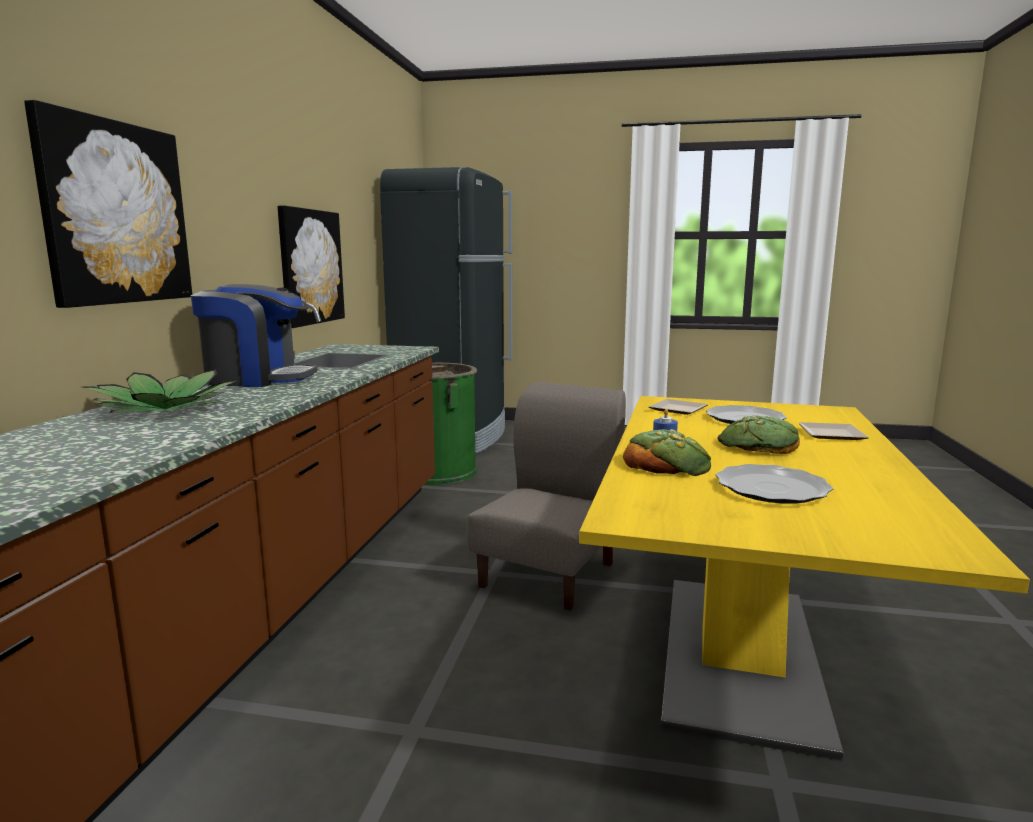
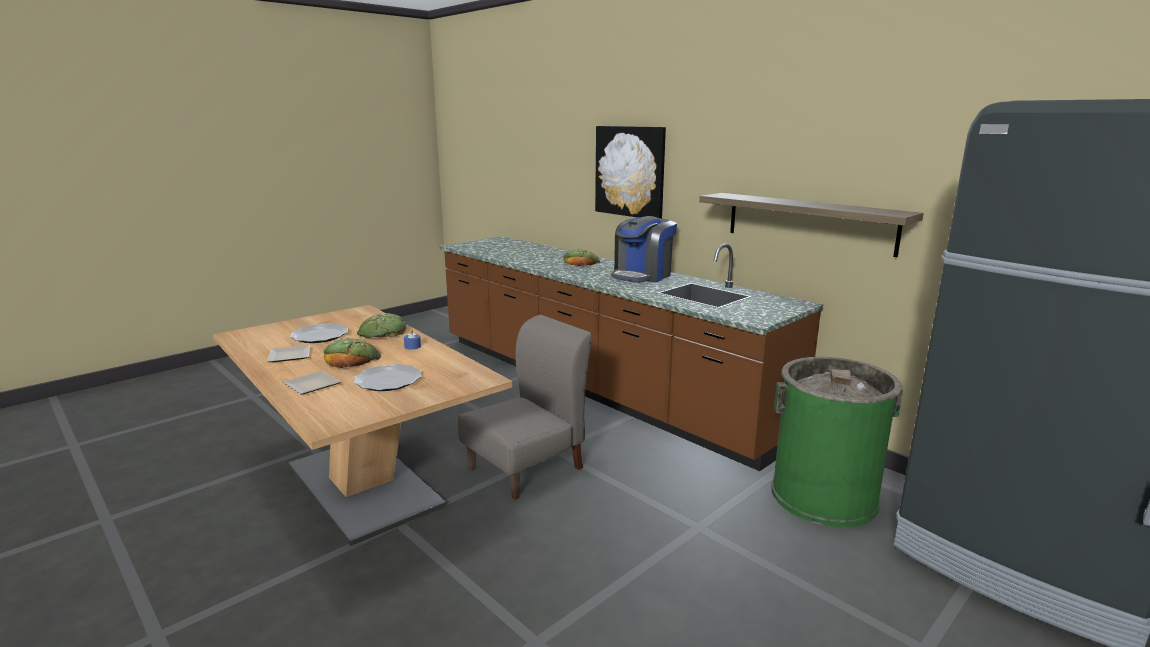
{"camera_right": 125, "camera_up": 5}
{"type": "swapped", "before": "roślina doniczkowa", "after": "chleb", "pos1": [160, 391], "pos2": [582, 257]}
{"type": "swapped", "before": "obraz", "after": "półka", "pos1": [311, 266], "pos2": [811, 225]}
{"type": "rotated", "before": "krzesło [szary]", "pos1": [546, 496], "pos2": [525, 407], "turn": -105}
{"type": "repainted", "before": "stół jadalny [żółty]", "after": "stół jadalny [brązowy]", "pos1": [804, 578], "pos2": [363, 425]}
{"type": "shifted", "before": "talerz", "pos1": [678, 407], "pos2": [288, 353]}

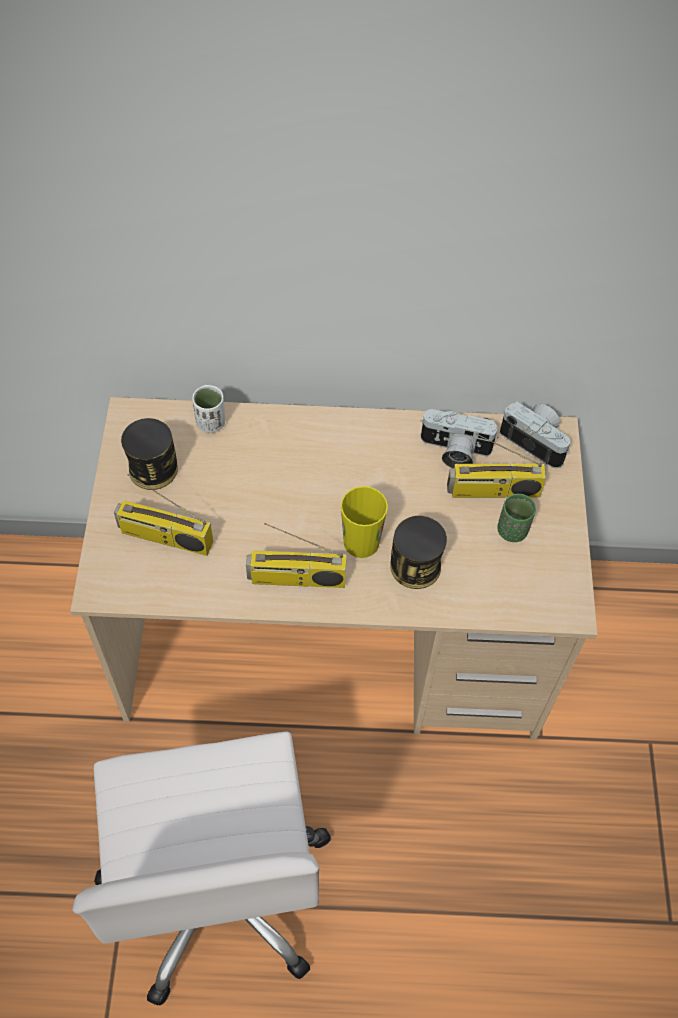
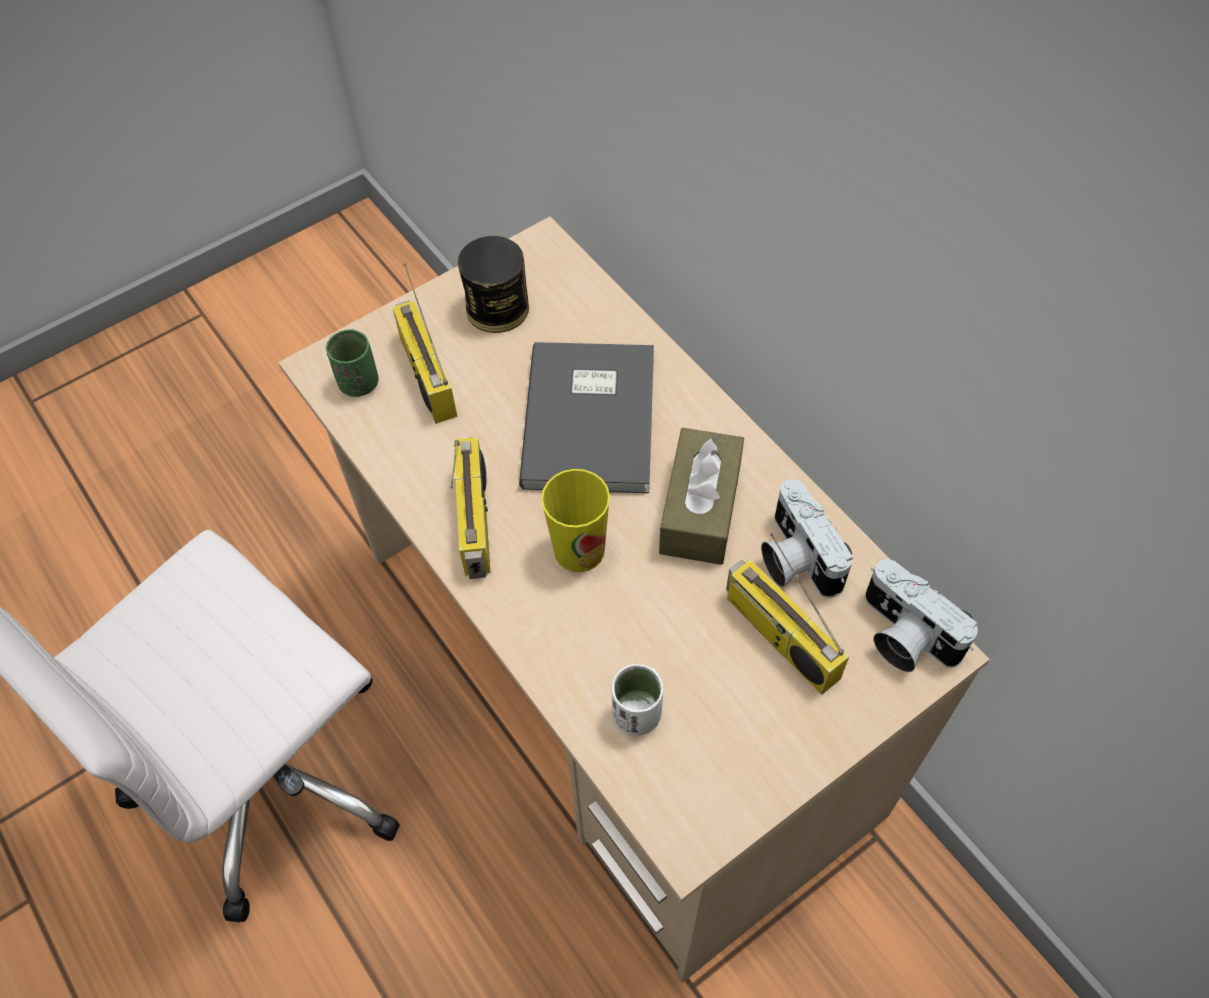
{"camera_right": 55, "camera_up": 0}
{"type": "shifted", "before": "filiżanka [biały]", "pos1": [208, 409], "pos2": [637, 700]}
{"type": "rotated", "before": "radio", "pos1": [296, 555], "pos2": [470, 508], "turn": -150}
{"type": "gone", "before": "puszka", "pos1": [418, 552]}
{"type": "shifted", "before": "filiżanka [zielony]", "pos1": [516, 518], "pos2": [352, 363]}
{"type": "rotated", "before": "aparat fotograficzny", "pos1": [535, 435], "pos2": [921, 615], "turn": 135}
{"type": "new", "after": "książka [szary]", "pos2": [586, 417]}
{"type": "new", "after": "pudełko chusteczek [brązowy]", "pos2": [701, 496]}

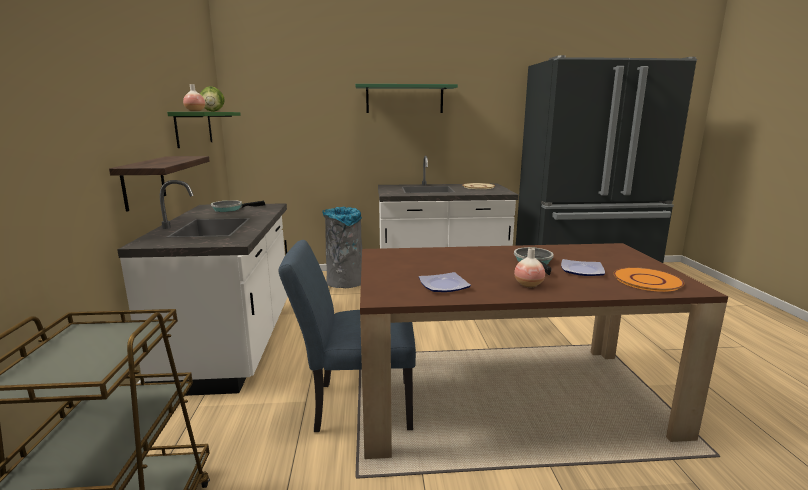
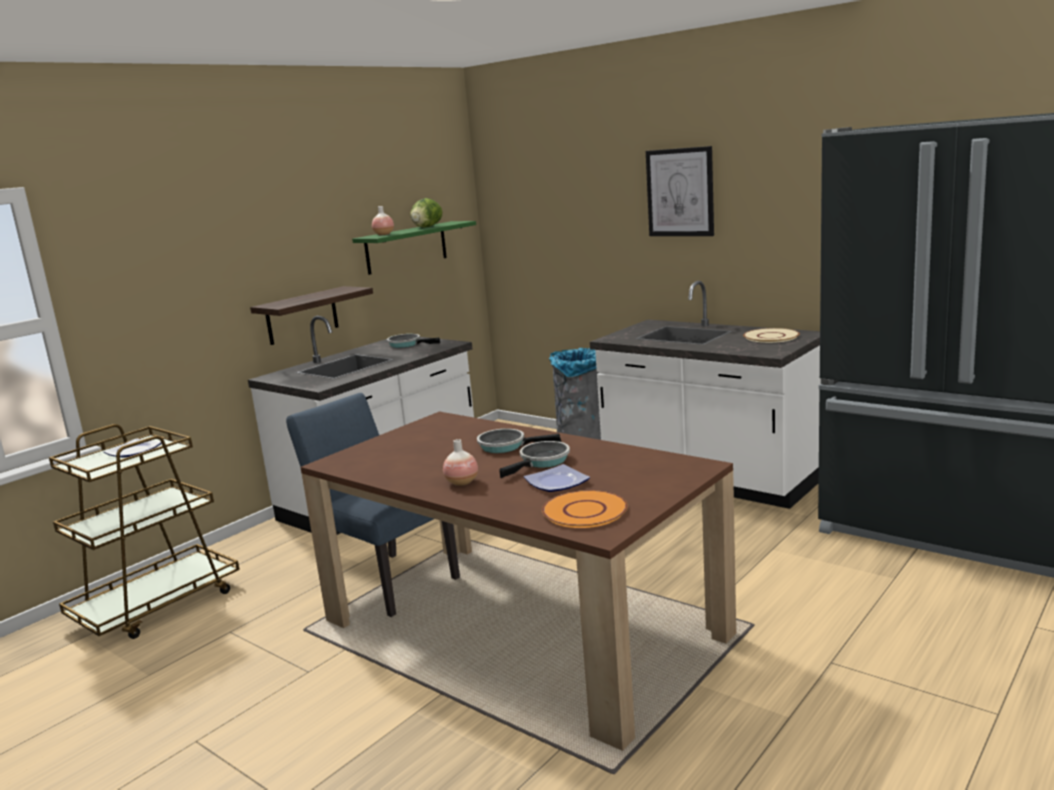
{"camera_right": 45, "camera_up": 0}
{"type": "swapped", "before": "półka [zielony]", "after": "obraz", "pos1": [406, 98], "pos2": [680, 191]}
{"type": "shifted", "before": "talerz", "pos1": [445, 282], "pos2": [132, 447]}
{"type": "new", "after": "patelnia", "pos2": [519, 441]}

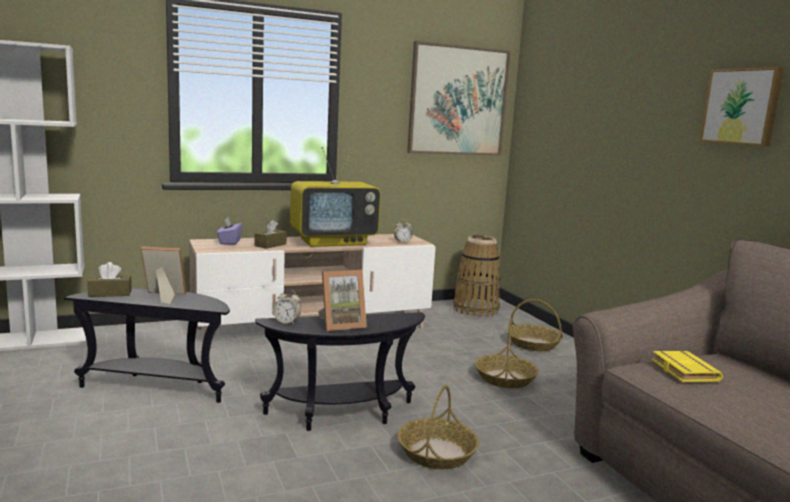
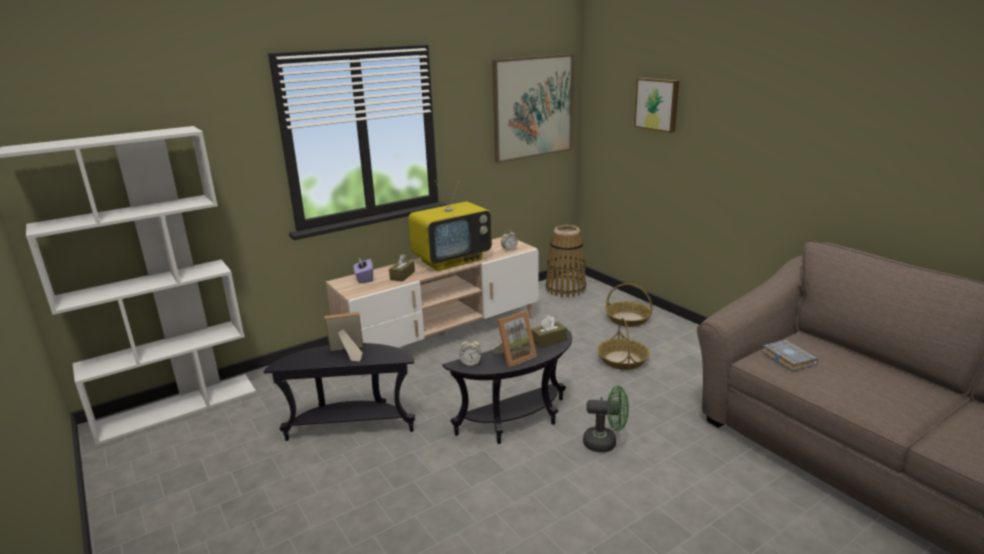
{"camera_right": -10, "camera_up": 10}
{"type": "shifted", "before": "pudełko chusteczek [brązowy]", "pos1": [109, 279], "pos2": [549, 331]}
{"type": "swapped", "before": "koszyk", "after": "wentylator [zielony]", "pos1": [438, 427], "pos2": [606, 419]}
{"type": "repainted", "before": "książka [żółty]", "after": "książka [szary]", "pos1": [687, 366], "pos2": [790, 355]}
{"type": "shifted", "before": "obraz", "pos1": [742, 107], "pos2": [656, 105]}

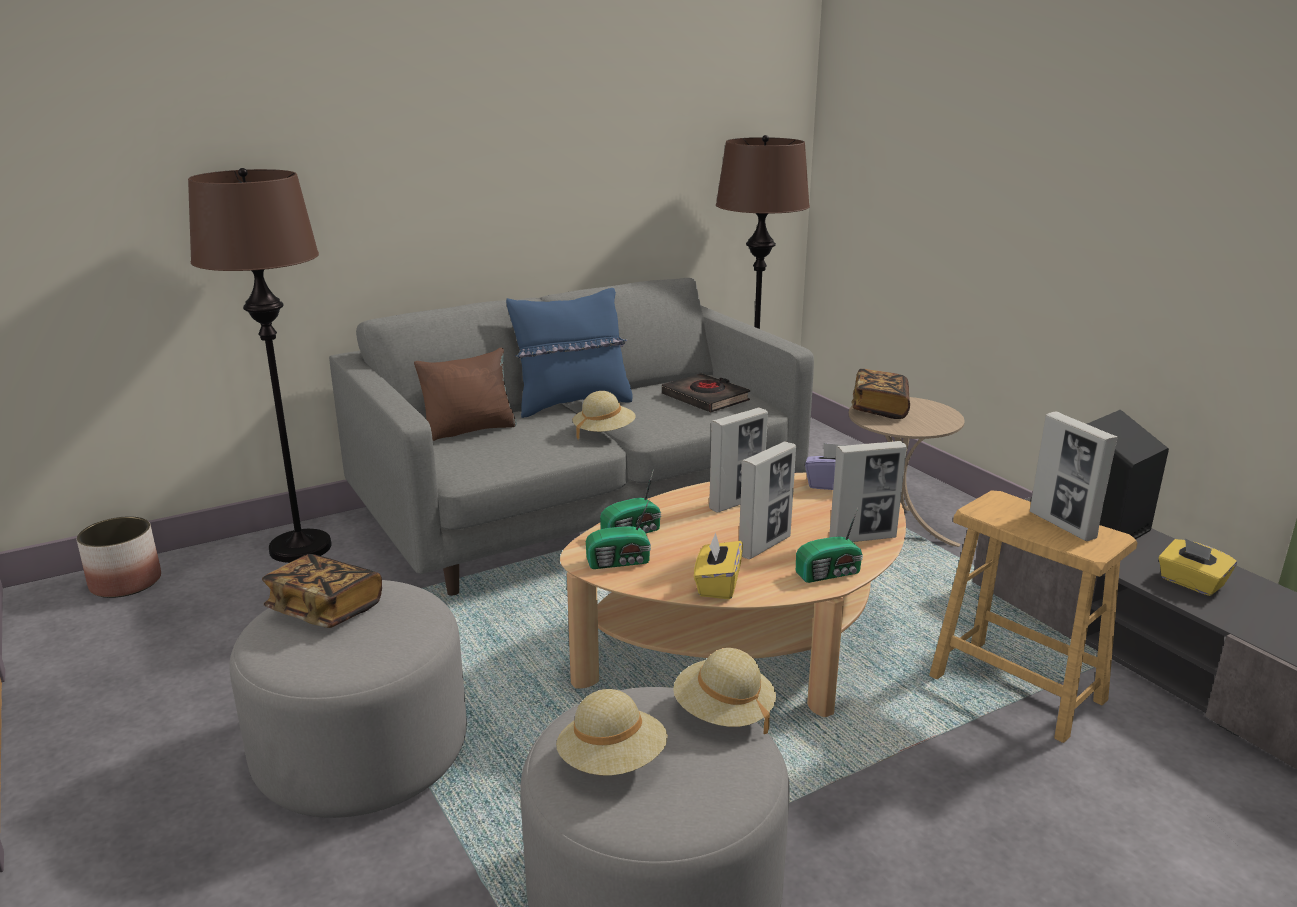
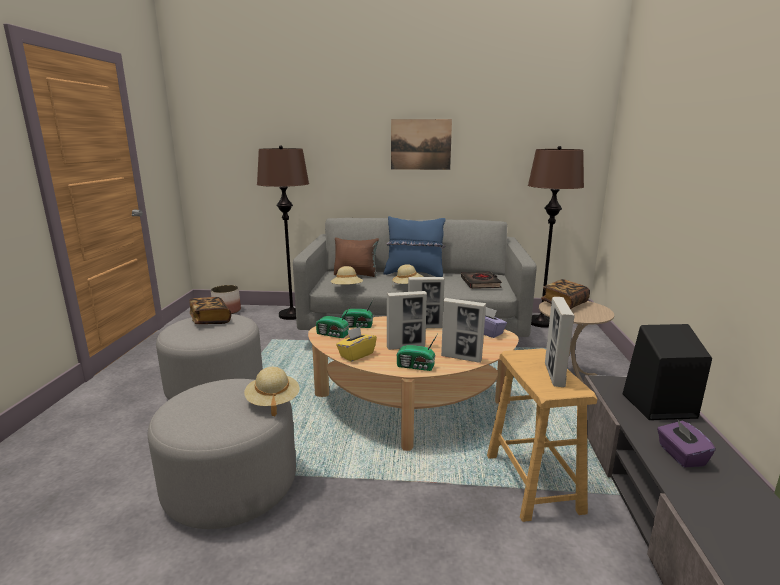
{"camera_right": 35, "camera_up": -5}
{"type": "shifted", "before": "kapelusz [beżowy]", "pos1": [612, 732], "pos2": [347, 275]}
{"type": "repainted", "before": "pudełko chusteczek [żółty]", "after": "pudełko chusteczek [fioletowy]", "pos1": [1197, 567], "pos2": [686, 443]}
{"type": "new", "after": "obraz", "pos2": [421, 144]}

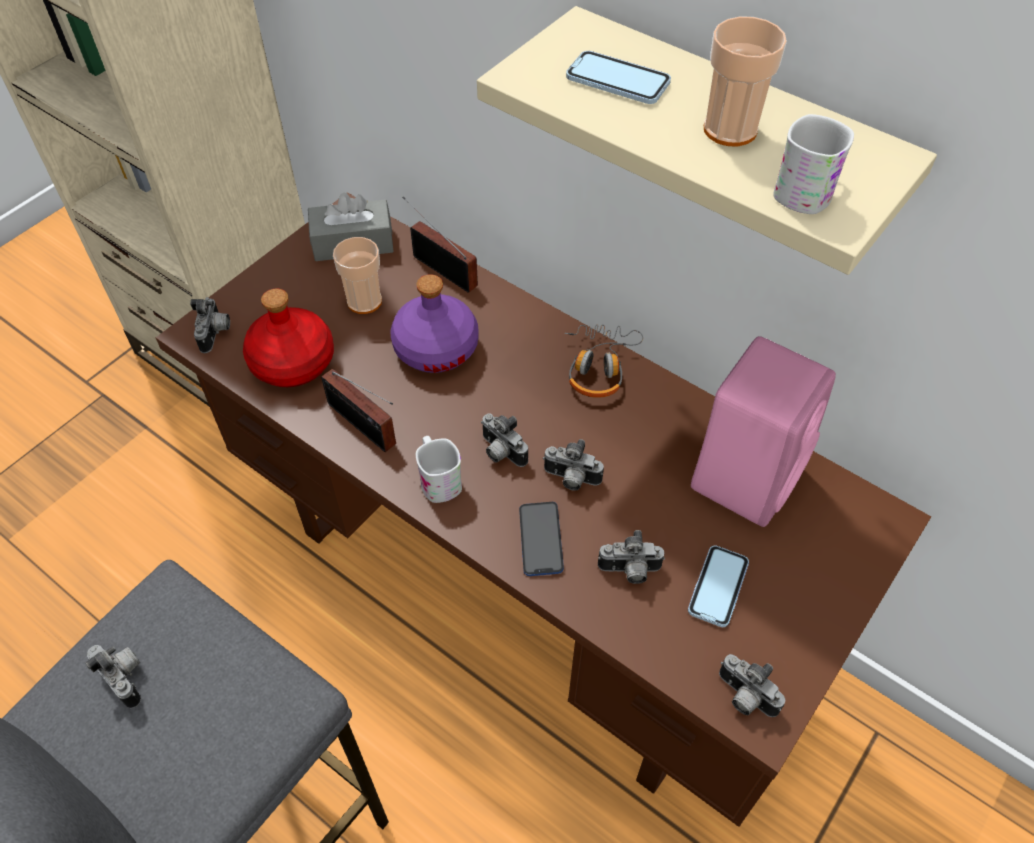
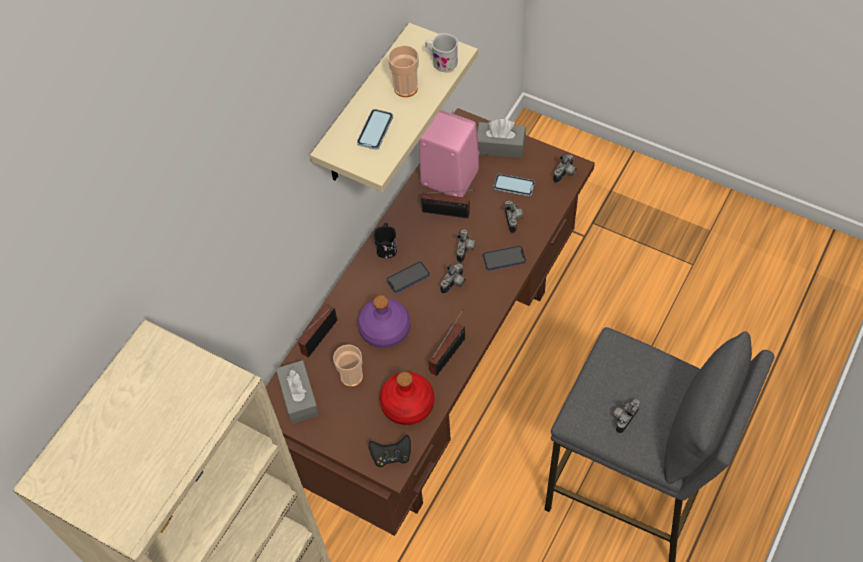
{"camera_right": -95, "camera_up": 5}
{"type": "swapped", "before": "aparat fotograficzny", "after": "pad do gier [czarny]", "pos1": [210, 325], "pos2": [390, 451]}
{"type": "gone", "before": "kubek [biały]", "pos1": [439, 469]}
{"type": "swapped", "before": "słuchawki", "after": "kubek [czarny]", "pos1": [604, 361], "pos2": [385, 240]}
{"type": "new", "after": "telefon", "pos2": [408, 277]}
{"type": "new", "after": "radio", "pos2": [448, 203]}
{"type": "new", "after": "pudełko chusteczek [szary]", "pos2": [501, 138]}

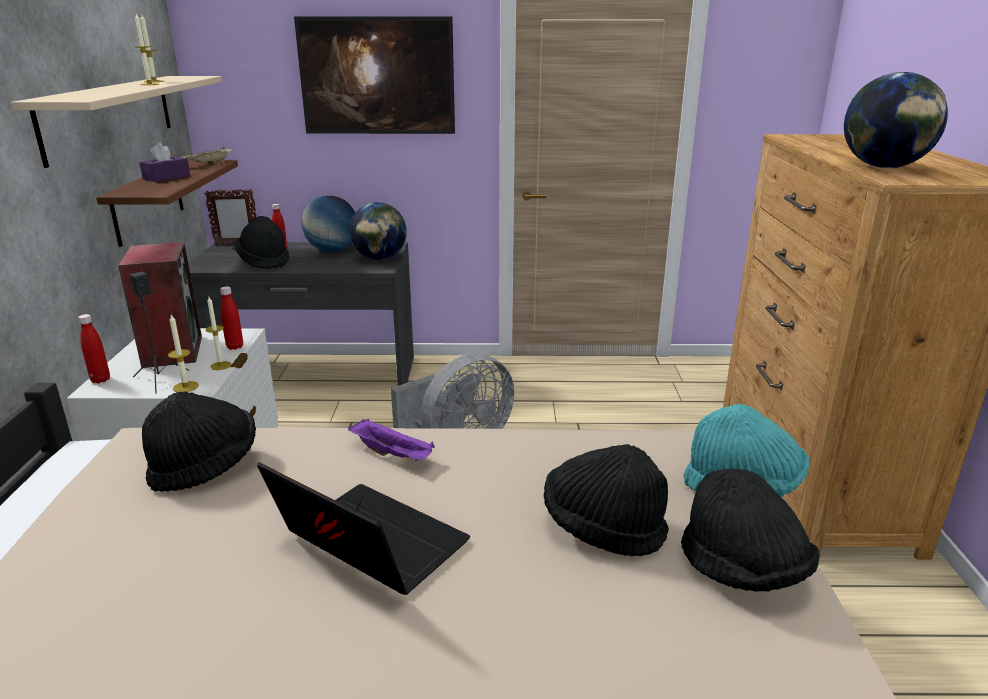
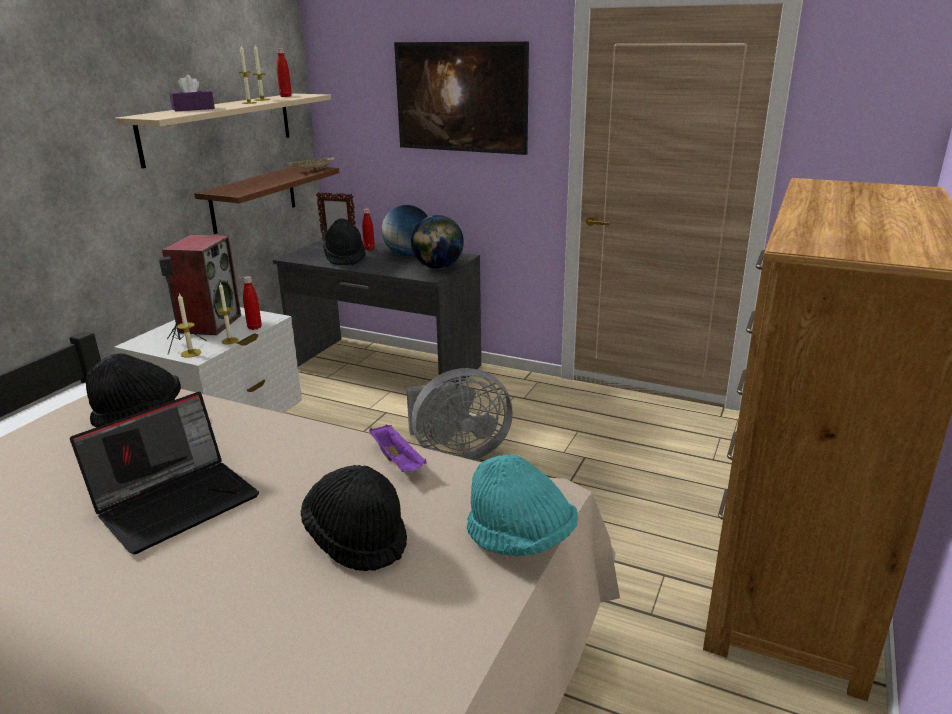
{"camera_right": 25, "camera_up": 0}
{"type": "shifted", "before": "butelka [czerwony]", "pos1": [94, 348], "pos2": [284, 73]}
{"type": "shifted", "before": "pudełko chusteczek [fioletowy]", "pos1": [164, 162], "pos2": [192, 93]}
{"type": "rotated", "before": "laptop", "pos1": [363, 528], "pos2": [164, 473], "turn": 75}
{"type": "shifted", "before": "taca [fioletowy]", "pos1": [391, 440], "pos2": [398, 448]}
{"type": "gone", "before": "kapelusz [czarny]", "pos1": [750, 530]}
{"type": "gone", "before": "globus", "pos1": [896, 120]}

